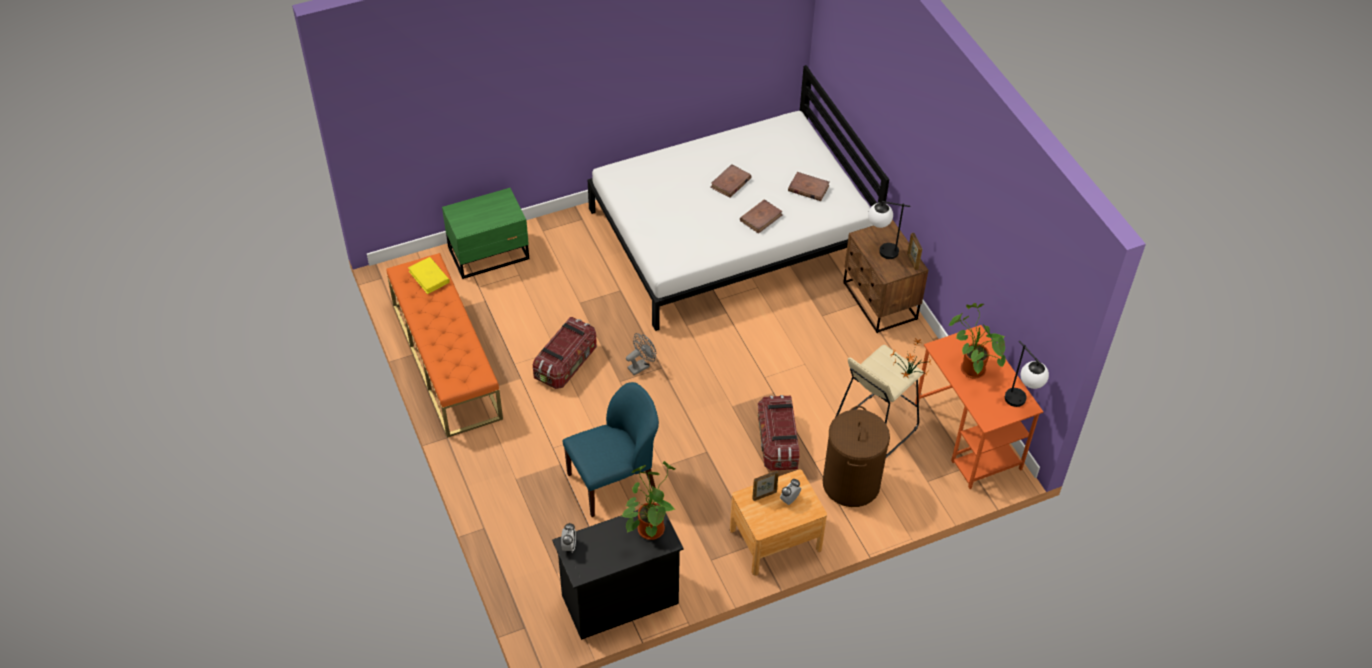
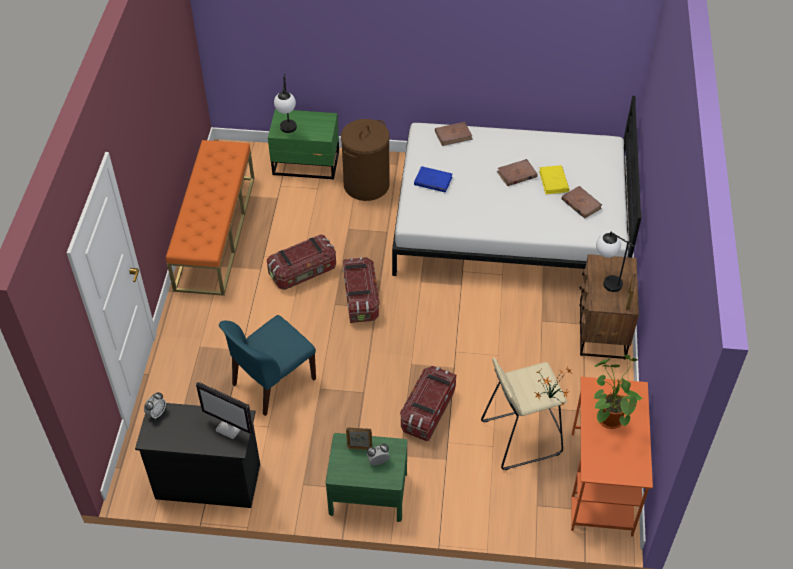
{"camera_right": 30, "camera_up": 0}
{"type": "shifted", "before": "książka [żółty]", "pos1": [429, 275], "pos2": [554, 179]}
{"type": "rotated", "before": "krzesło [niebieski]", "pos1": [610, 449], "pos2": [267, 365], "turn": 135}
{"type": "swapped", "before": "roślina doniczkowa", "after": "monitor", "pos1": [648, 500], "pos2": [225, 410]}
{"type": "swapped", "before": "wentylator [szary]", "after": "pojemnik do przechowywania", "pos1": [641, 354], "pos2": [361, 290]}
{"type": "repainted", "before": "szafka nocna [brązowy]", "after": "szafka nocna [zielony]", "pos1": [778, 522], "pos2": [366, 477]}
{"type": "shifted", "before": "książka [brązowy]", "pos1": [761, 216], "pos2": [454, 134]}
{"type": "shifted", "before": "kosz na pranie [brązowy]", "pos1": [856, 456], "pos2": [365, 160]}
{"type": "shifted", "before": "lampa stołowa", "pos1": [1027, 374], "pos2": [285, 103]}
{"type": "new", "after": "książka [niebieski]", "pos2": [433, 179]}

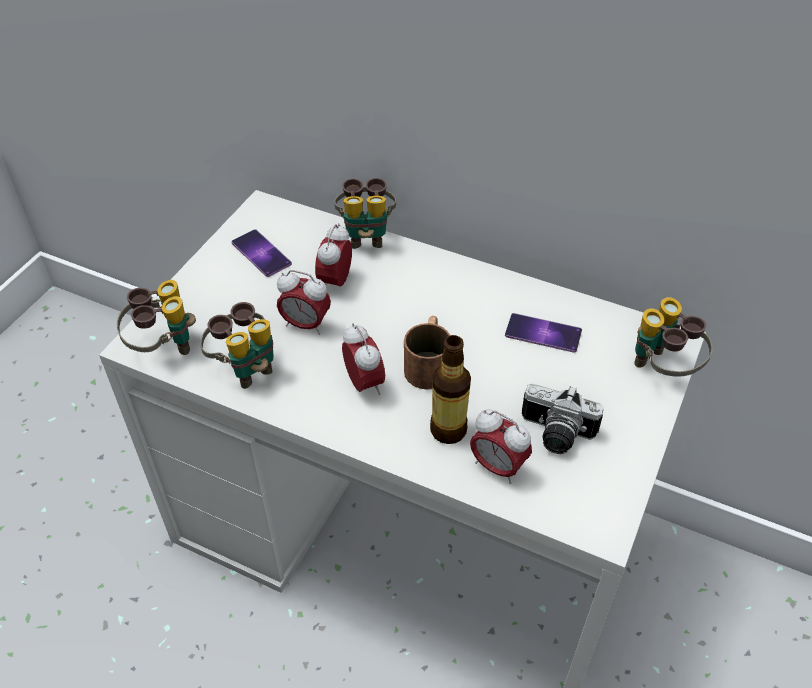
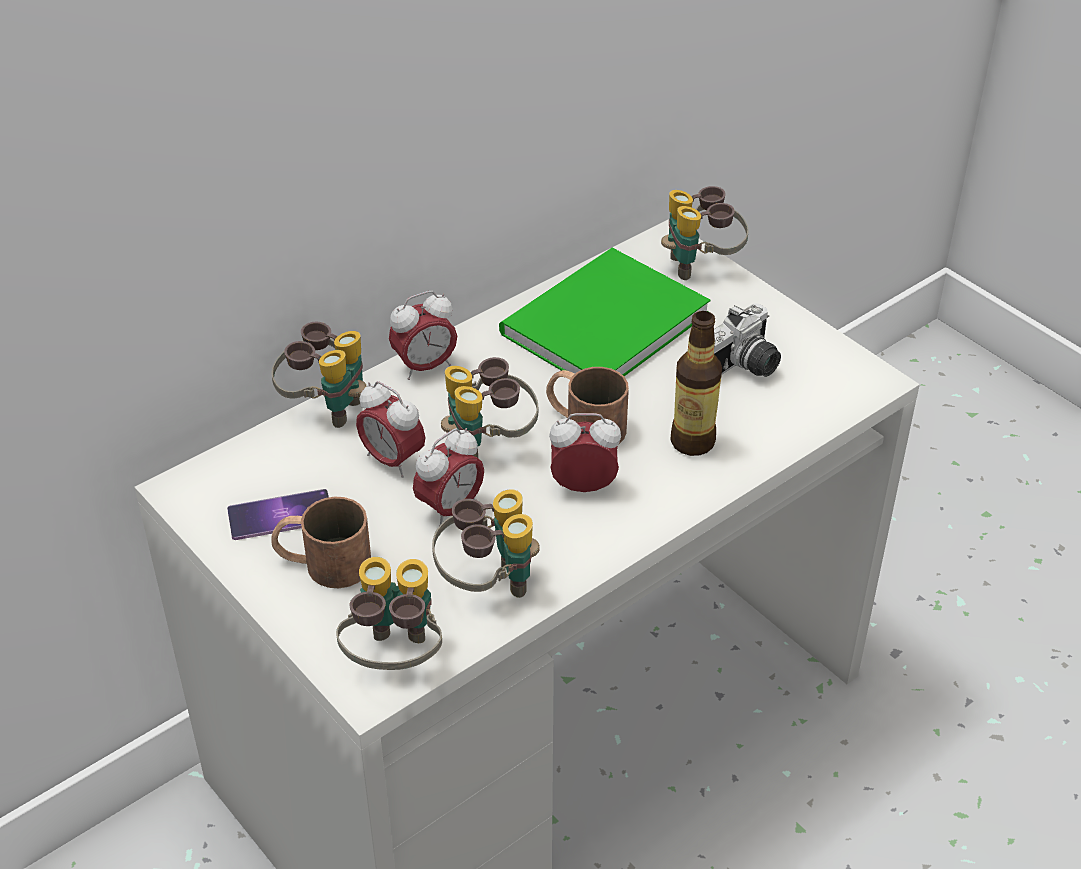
{"camera_right": -65, "camera_up": -5}
{"type": "shifted", "before": "budzik", "pos1": [501, 446], "pos2": [423, 335]}
{"type": "swapped", "before": "telefon", "after": "książka [zielony]", "pos1": [543, 333], "pos2": [604, 312]}
{"type": "new", "after": "kubek [brązowy]", "pos2": [321, 542]}
{"type": "new", "after": "lornetka", "pos2": [489, 407]}

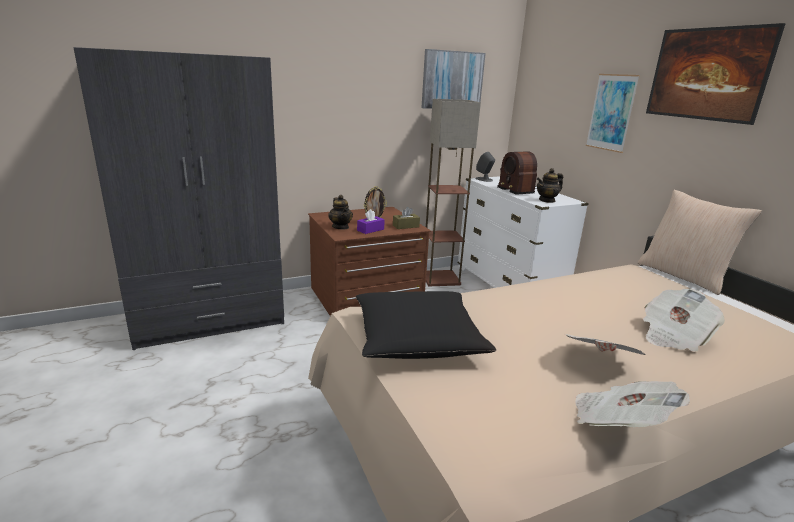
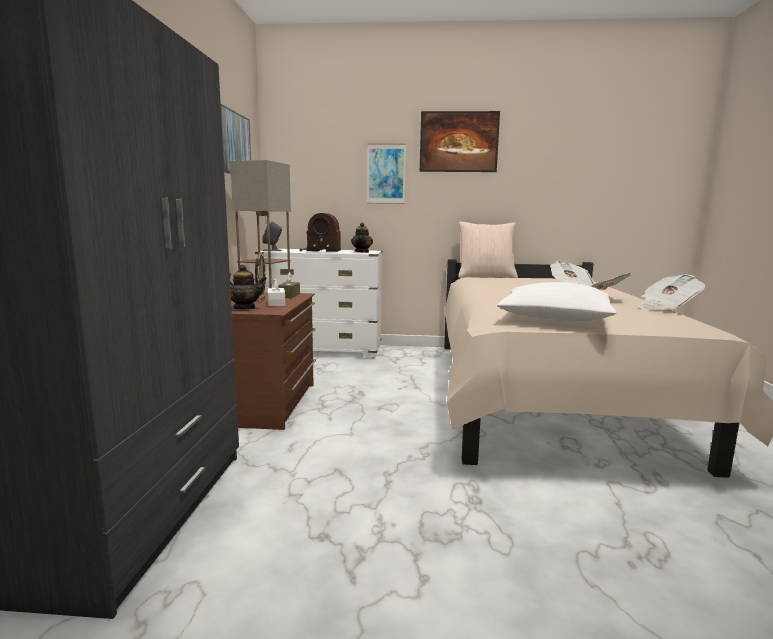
{"camera_right": -60, "camera_up": -10}
{"type": "repainted", "before": "poduszka [czarny]", "after": "poduszka [biały]", "pos1": [426, 325], "pos2": [556, 302]}
{"type": "repainted", "before": "pudełko chusteczek [fioletowy]", "after": "pudełko chusteczek [biały]", "pos1": [371, 221], "pos2": [276, 291]}

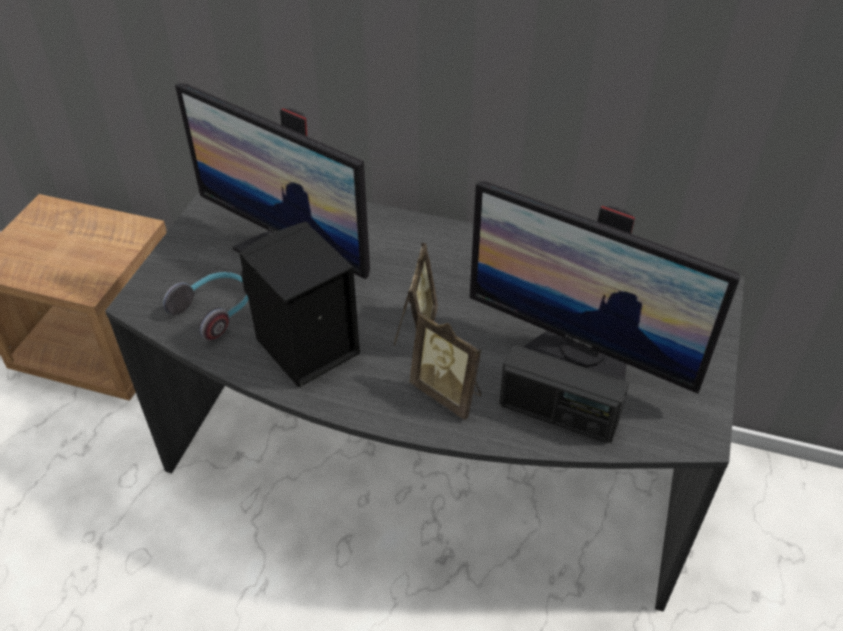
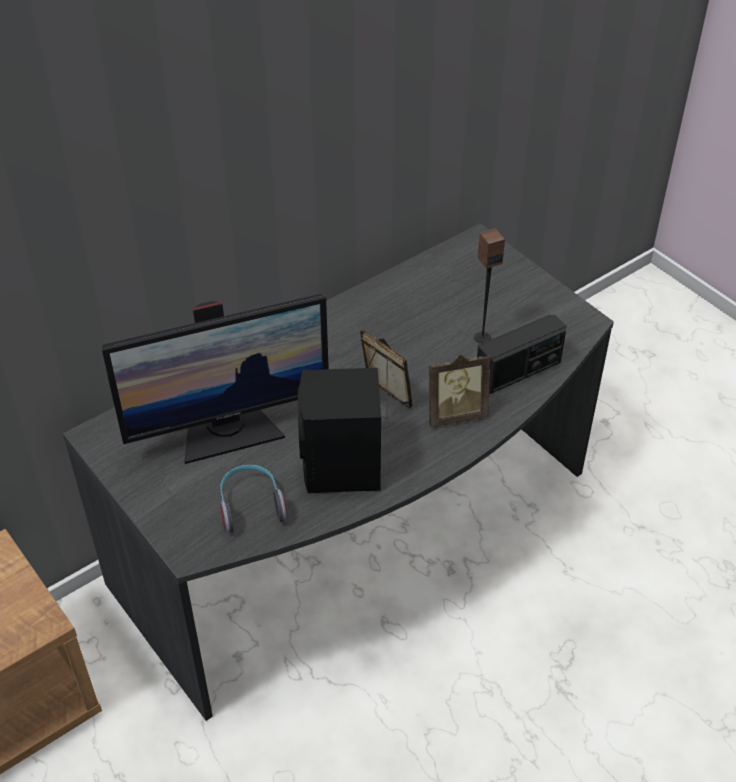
{"camera_right": -55, "camera_up": 0}
{"type": "swapped", "before": "monitor", "after": "głośnik", "pos1": [605, 287], "pos2": [489, 285]}

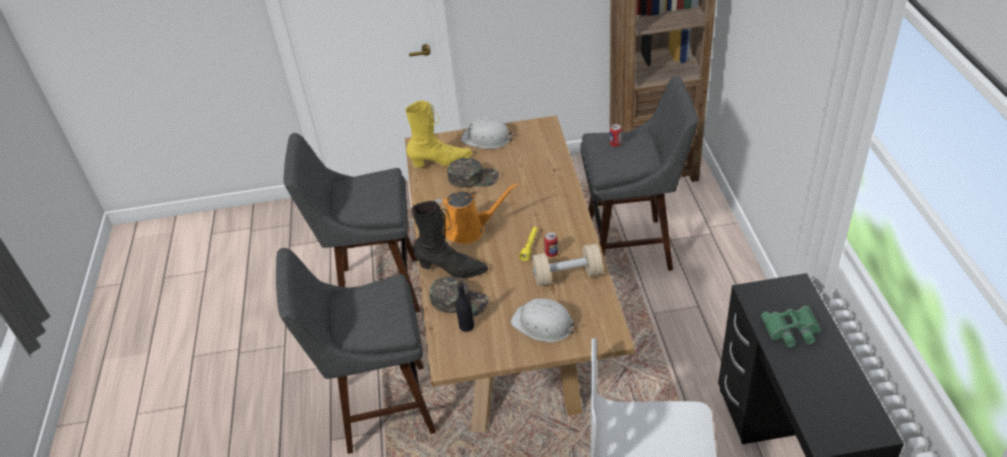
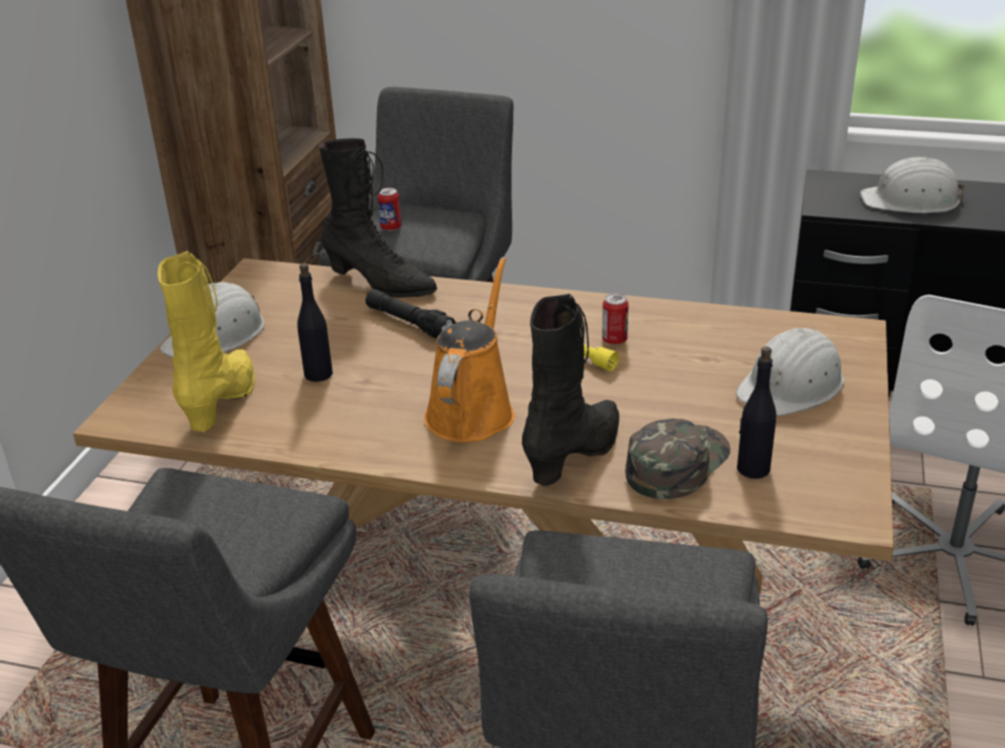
{"camera_right": -70, "camera_up": -10}
{"type": "swapped", "before": "czapka z daszkiem [zielony]", "after": "butelka [czarny]", "pos1": [473, 173], "pos2": [315, 322]}
{"type": "gone", "before": "hantel [beżowy]", "pos1": [567, 265]}
{"type": "swapped", "before": "lornetka [zielony]", "after": "kask [biały]", "pos1": [791, 327], "pos2": [913, 185]}
{"type": "new", "after": "but z cholewką [czarny]", "pos2": [378, 218]}
{"type": "new", "after": "latarka [czarny]", "pos2": [411, 314]}

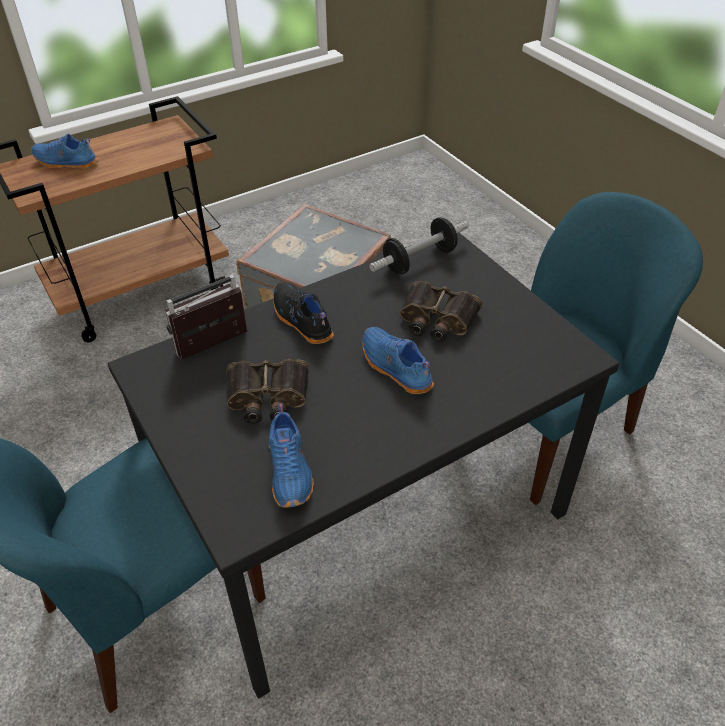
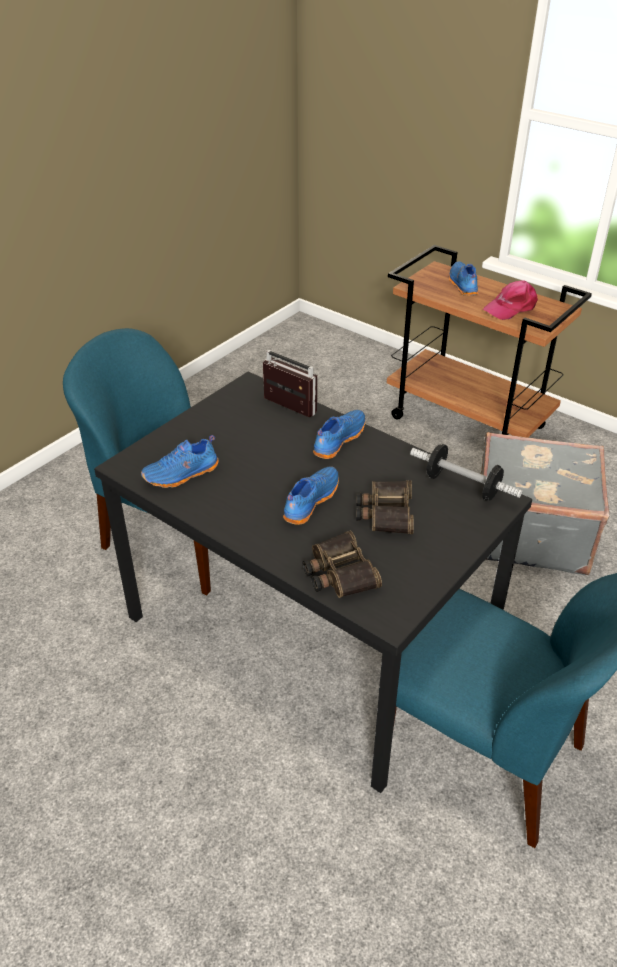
{"camera_right": 70, "camera_up": -5}
{"type": "shifted", "before": "lornetka", "pos1": [267, 391], "pos2": [342, 564]}
{"type": "repainted", "before": "but [czarny]", "after": "but [niebieski]", "pos1": [303, 313], "pos2": [339, 434]}
{"type": "new", "after": "czapka z daszkiem [różowy]", "pos2": [510, 300]}

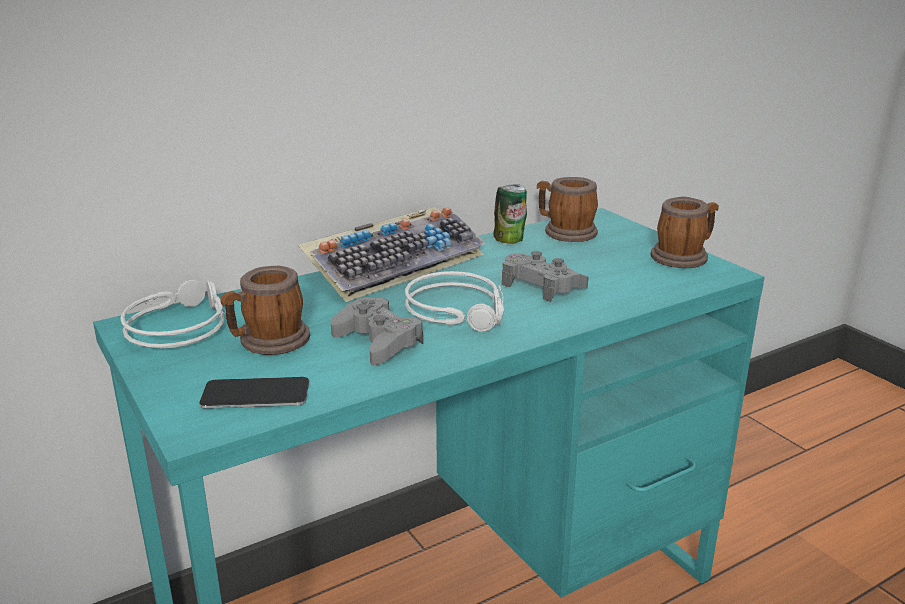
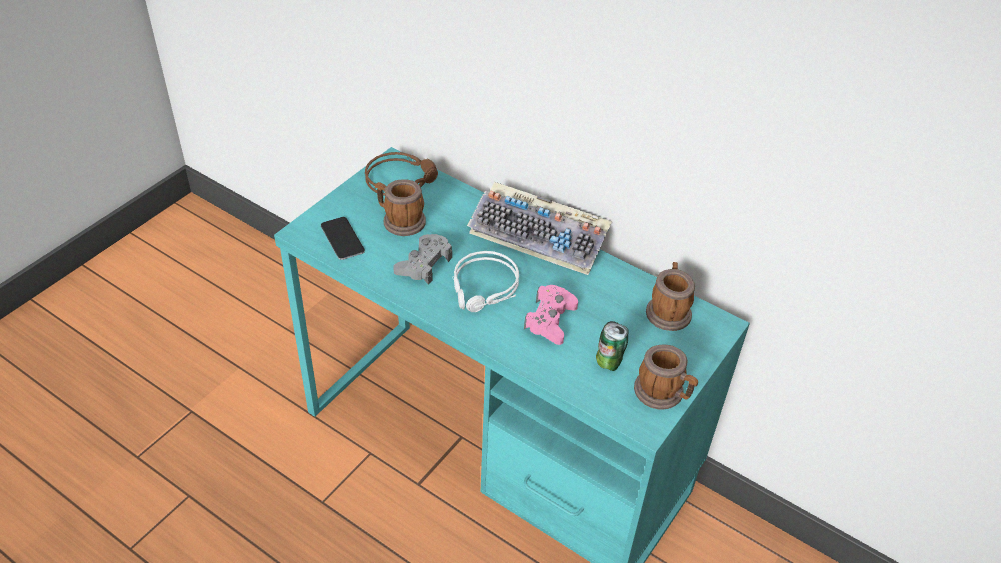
{"camera_right": 65, "camera_up": 20}
{"type": "repainted", "before": "słuchawki [szary]", "after": "słuchawki [brązowy]", "pos1": [173, 314], "pos2": [401, 174]}
{"type": "shifted", "before": "puszka", "pos1": [510, 214], "pos2": [612, 346]}
{"type": "repainted", "before": "pad do gier [szary]", "after": "pad do gier [różowy]", "pos1": [545, 276], "pos2": [551, 315]}

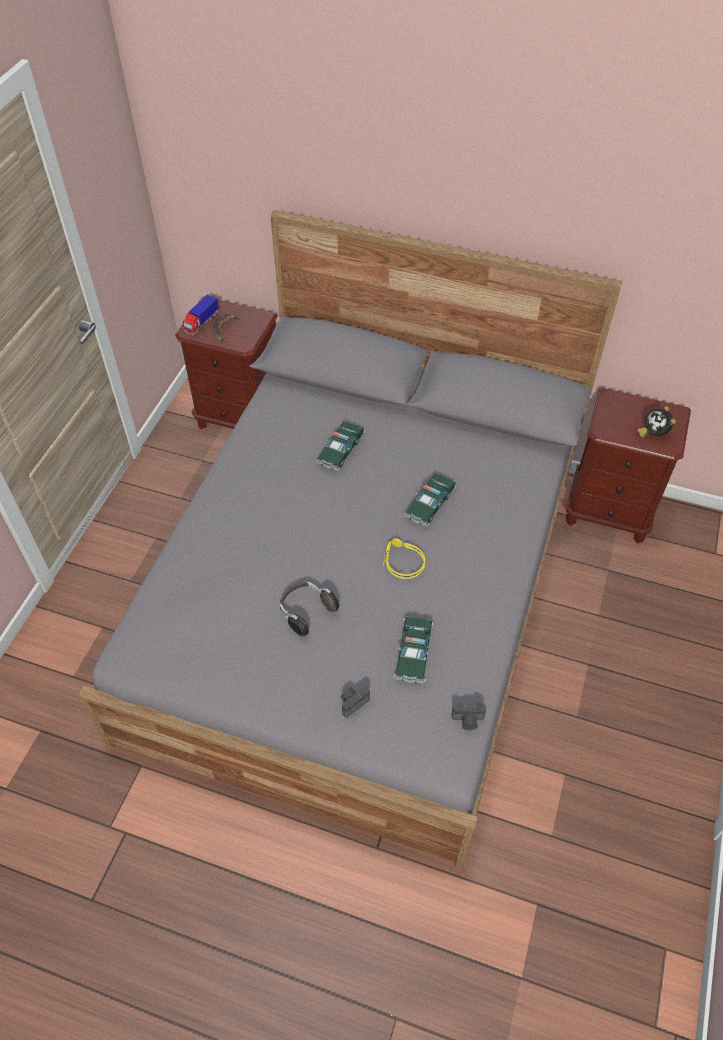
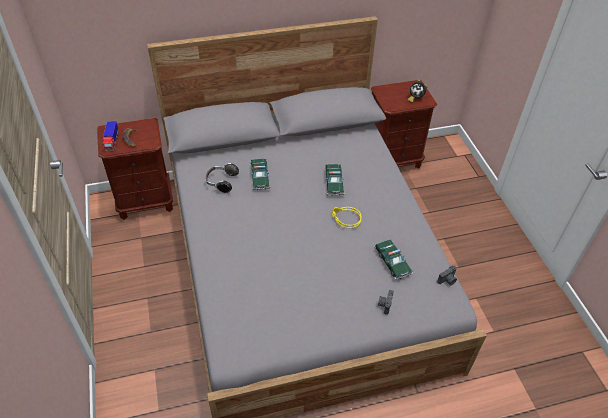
{"camera_right": -35, "camera_up": -5}
{"type": "shifted", "before": "słuchawki", "pos1": [309, 609], "pos2": [222, 178]}

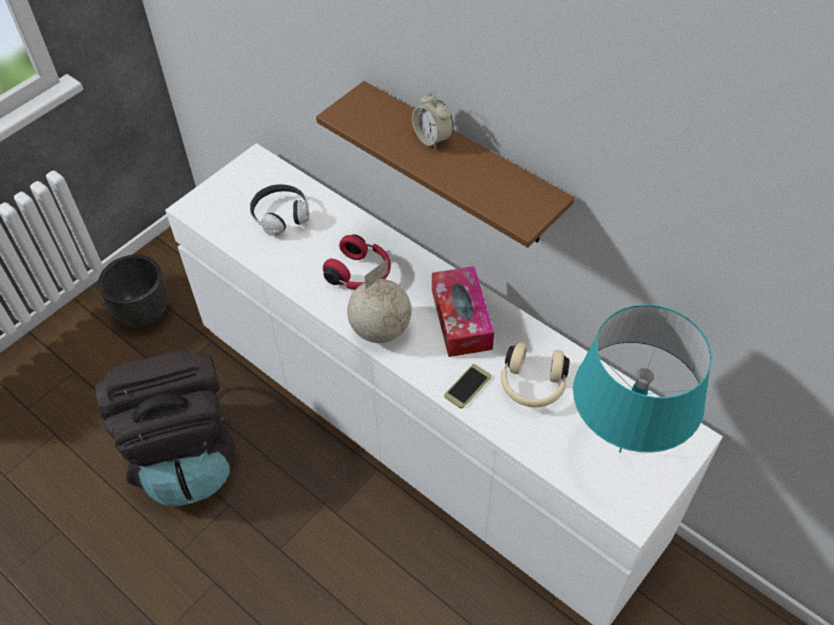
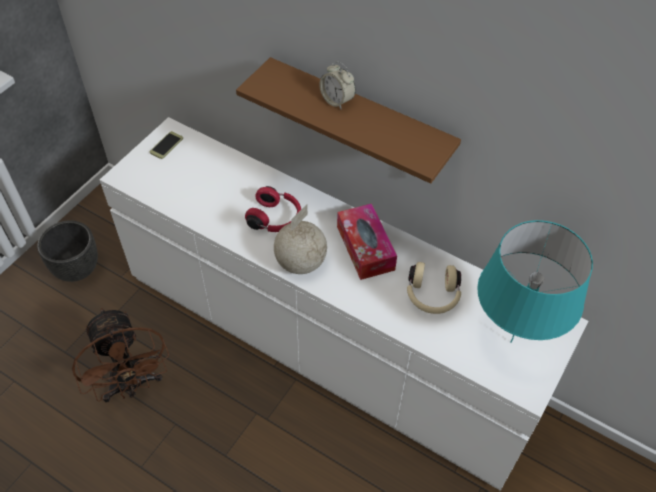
{"camera_right": -10, "camera_up": 0}
{"type": "swapped", "before": "plecak [czarny]", "after": "wentylator [brązowy]", "pos1": [165, 427], "pos2": [120, 355]}
{"type": "gone", "before": "słuchawki", "pos1": [279, 210]}
{"type": "shifted", "before": "telefon", "pos1": [467, 386], "pos2": [166, 145]}

